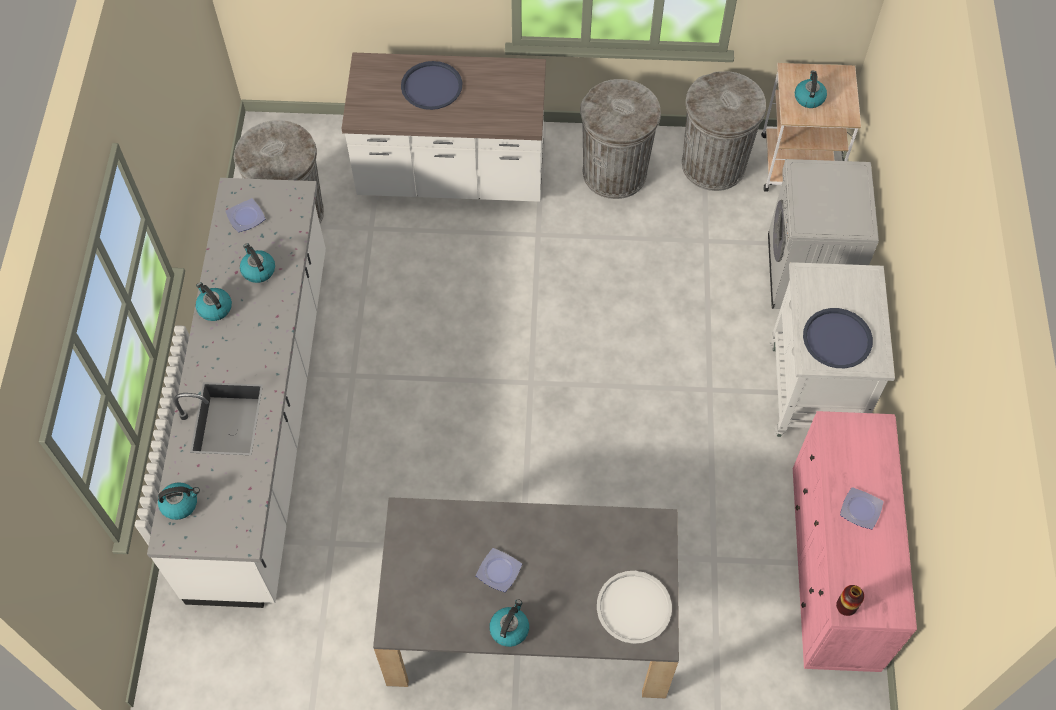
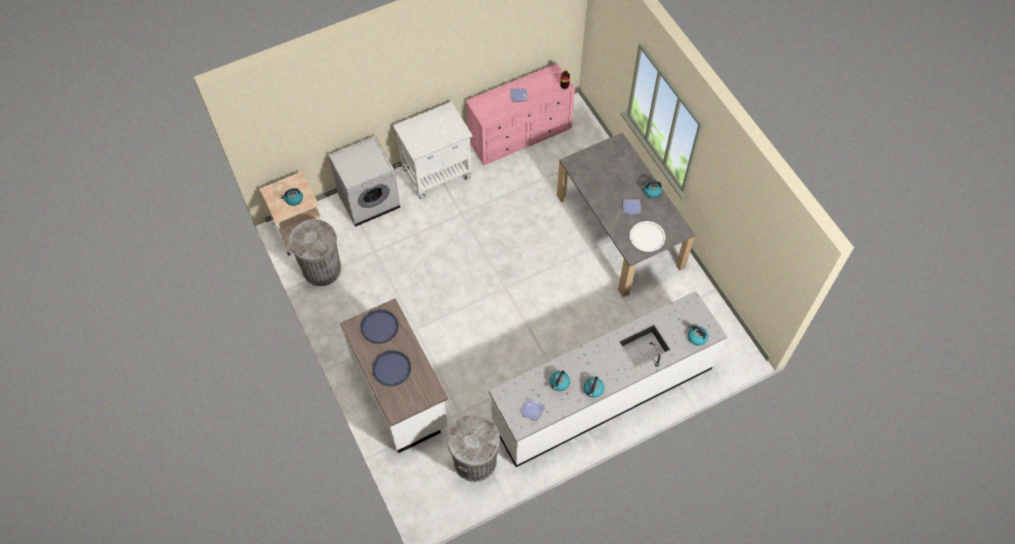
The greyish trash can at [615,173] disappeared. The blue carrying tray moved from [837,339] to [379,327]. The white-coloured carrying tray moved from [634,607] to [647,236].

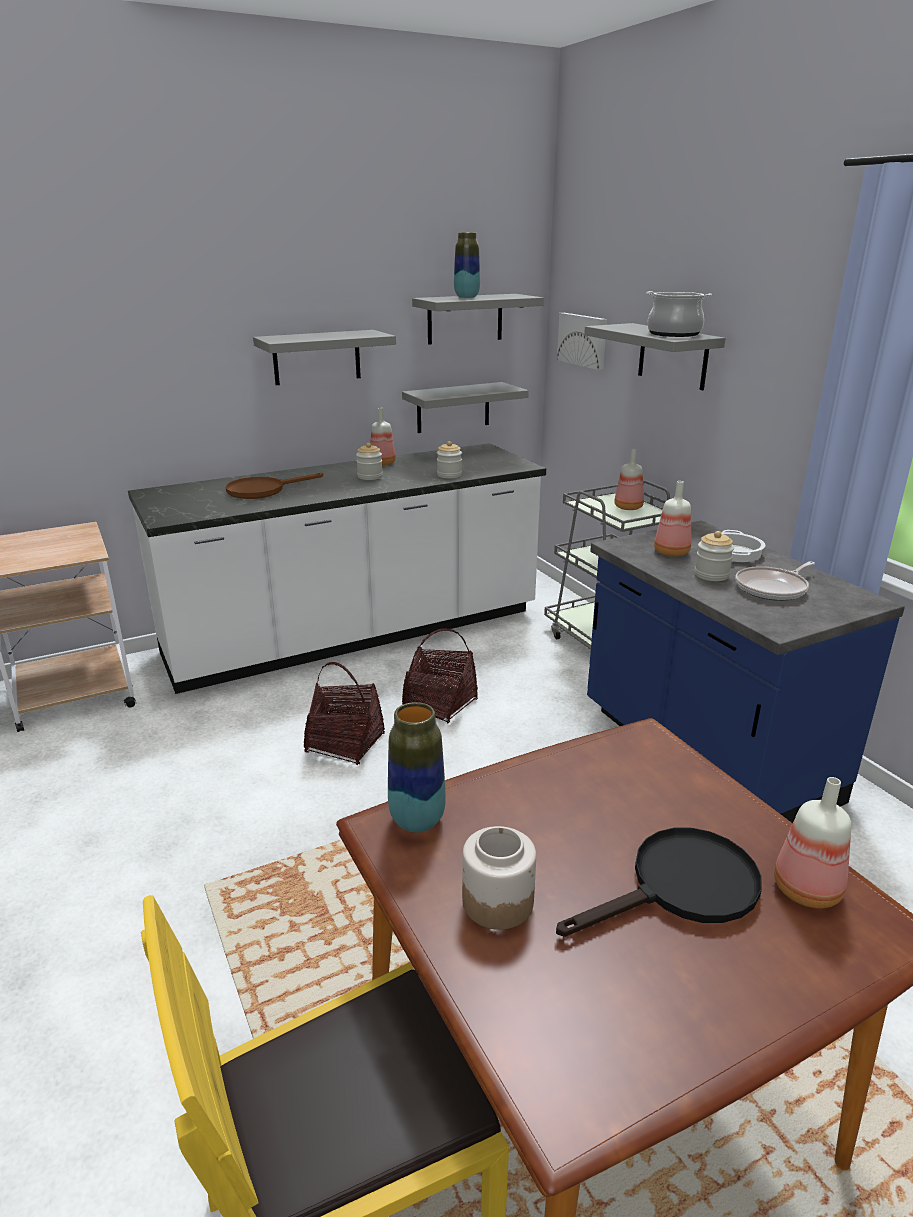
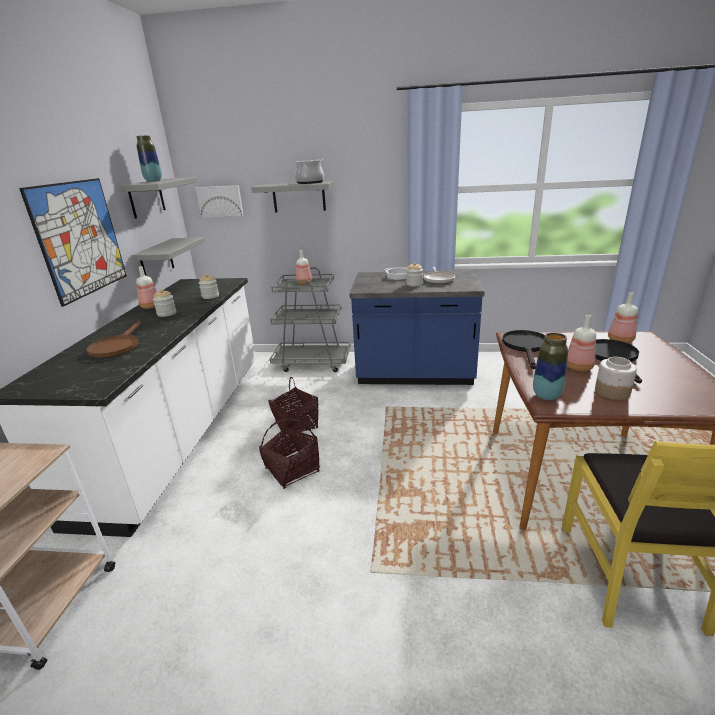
The greyish wall shelf at [317,357] was replaced by the wall picture at [80,239]. The drink bottle moved from [670,552] to [577,367]. The blackish pan at [526,347] appeared.

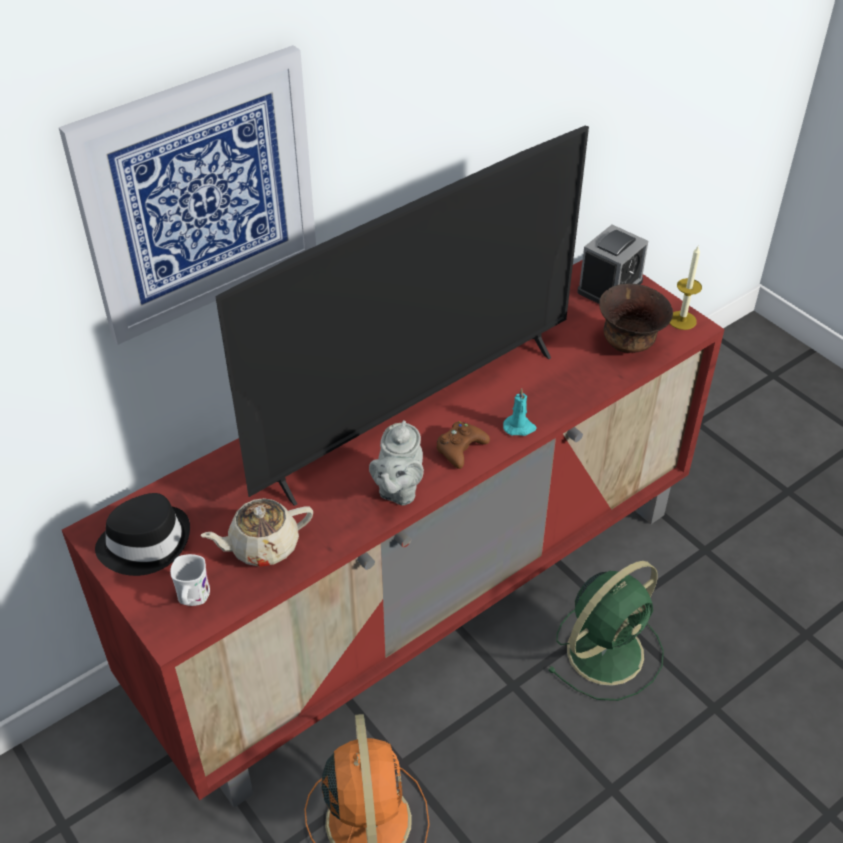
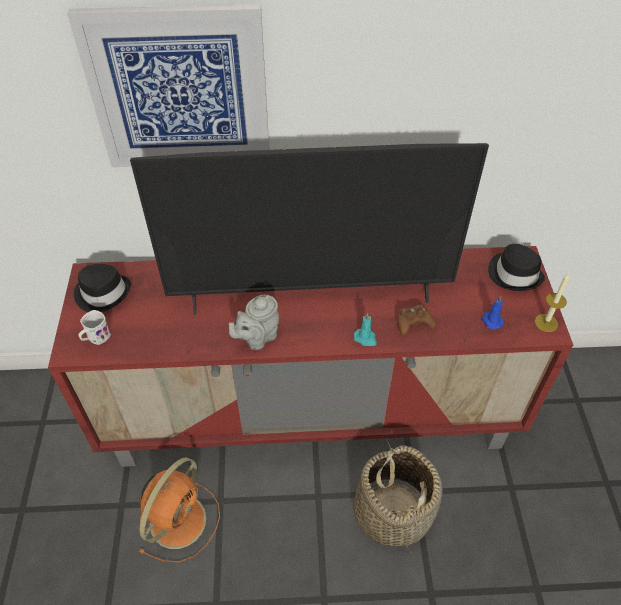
The bedside clock at [610,286] was replaced by the blackish wearable hat at [514,274]. The brown serving bowl at [629,344] was replaced by the blue candle at [491,320]. The brown game controller moved from [460,449] to [413,323]. The sand-coloured tea pot at [262,546] disappeared. The green-coloured cooling fan at [607,650] was replaced by the storage basket at [392,512].

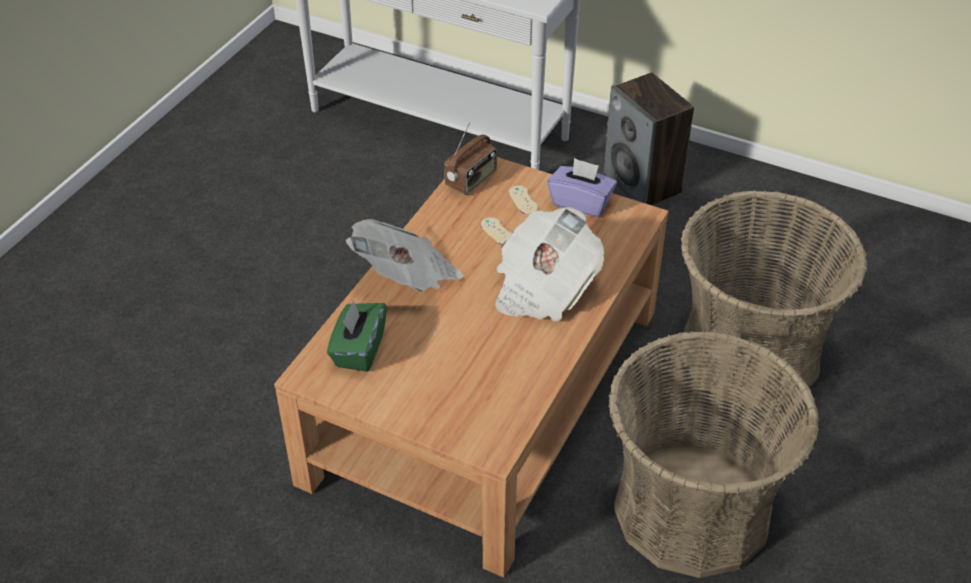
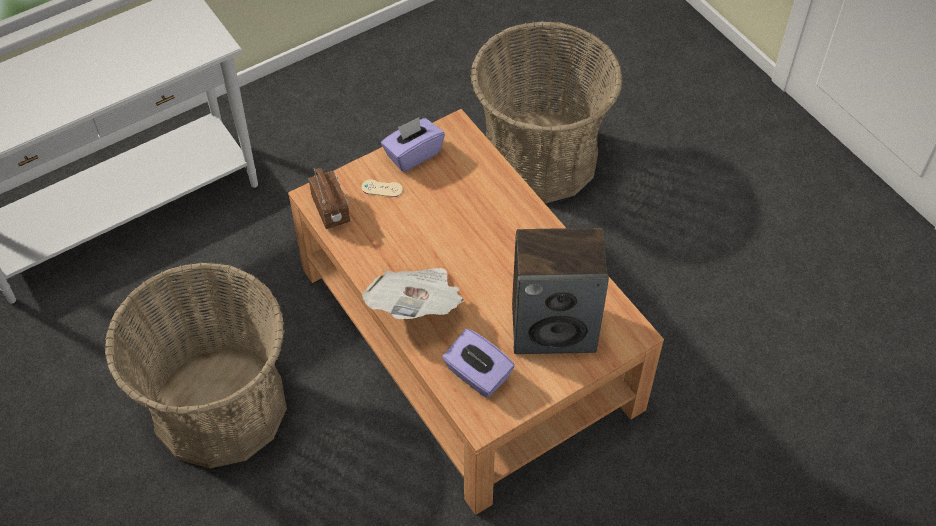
The loudspeaker moved from [643,183] to [554,328]. The printed paper at [543,287] disappeared. The sand-coloured game controller at [498,232] disappeared. The green-coloured box of tissues at [359,350] became the purplish box of tissues at [477,375]. The storage basket moved from [692,510] to [220,407].

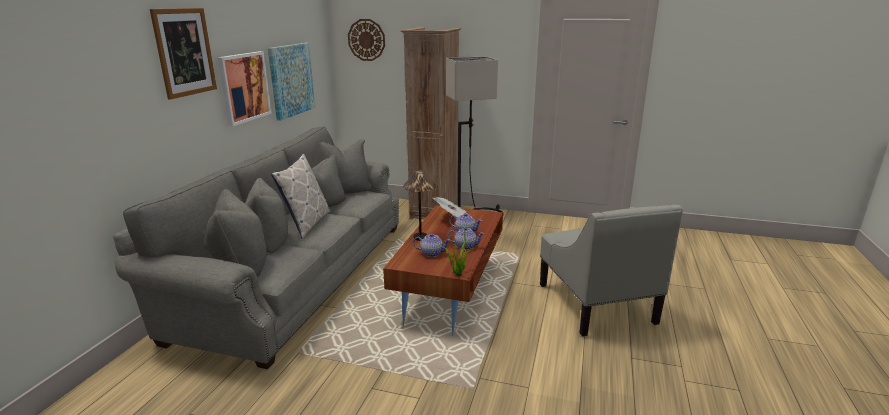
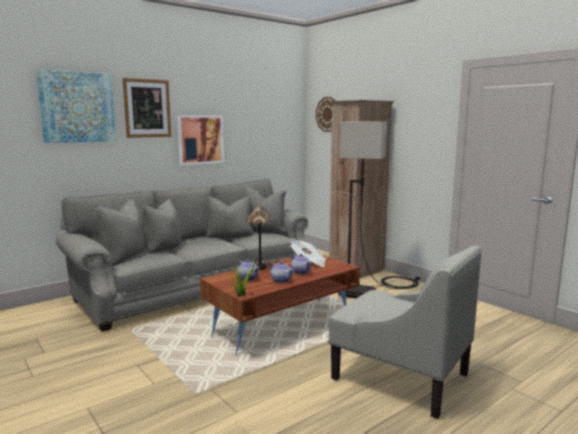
The wall picture moved from [291,80] to [77,107]. The pillow at [306,224] disappeared. The greyish lounge chair at [594,303] turned 75 degrees counterclockwise.

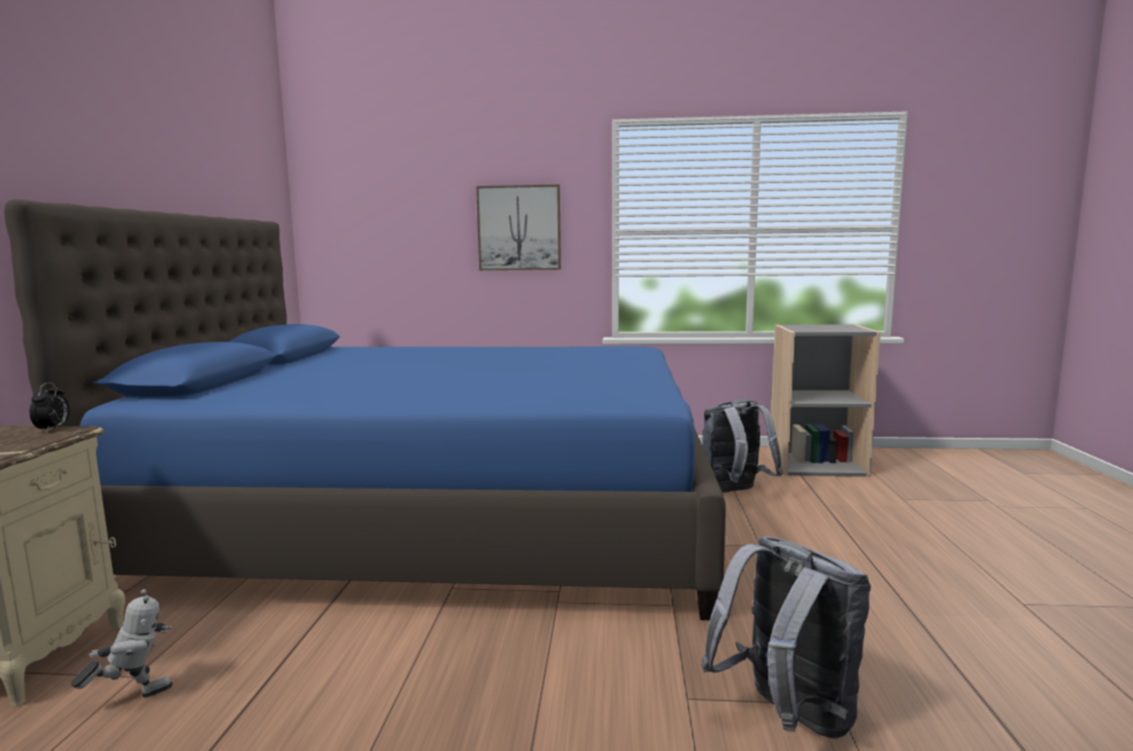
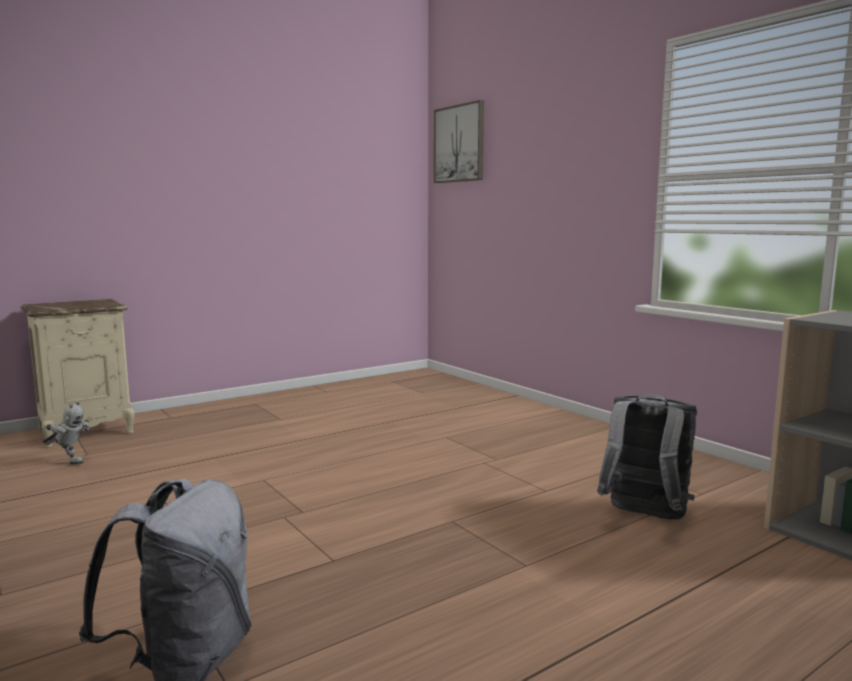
The wall picture moved from [519,228] to [459,143]. The blue bed at [438,520] disappeared. The bedside clock at [53,429] disappeared.

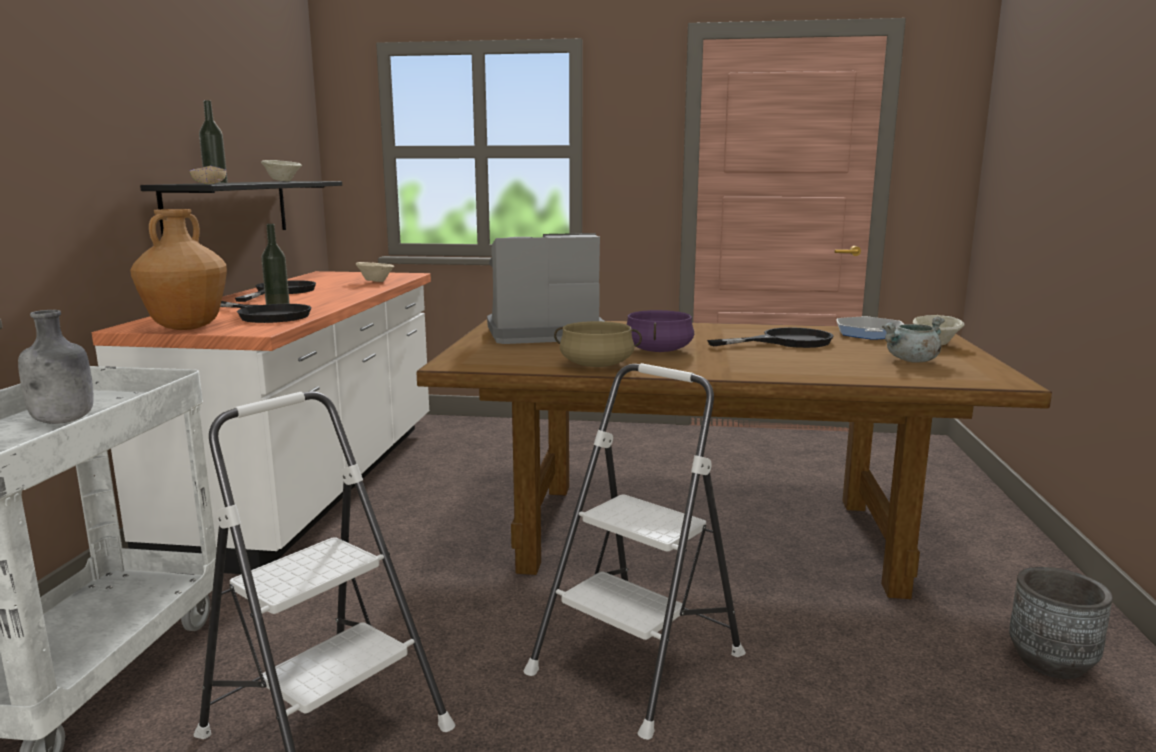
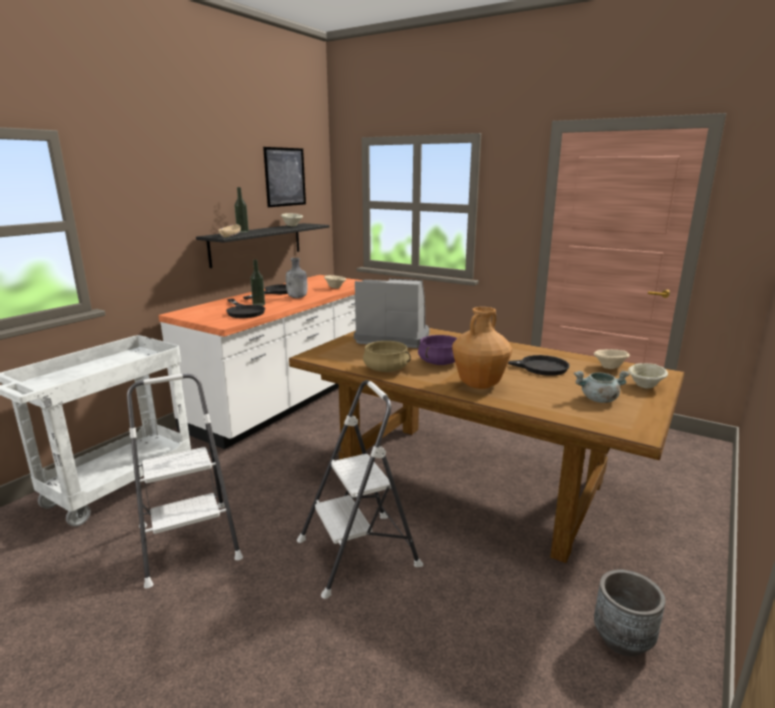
The brown flower vase moved from [186,328] to [479,385]. The greyish drink bottle moved from [64,421] to [297,297]. The pan at [869,333] was replaced by the sand-coloured serving bowl at [609,368]. The wall picture at [285,177] appeared.

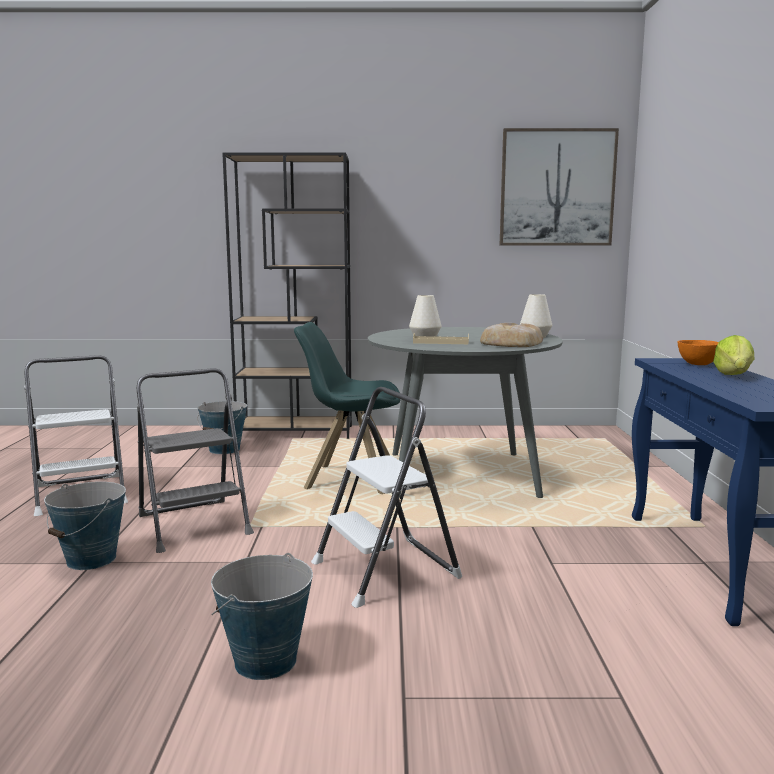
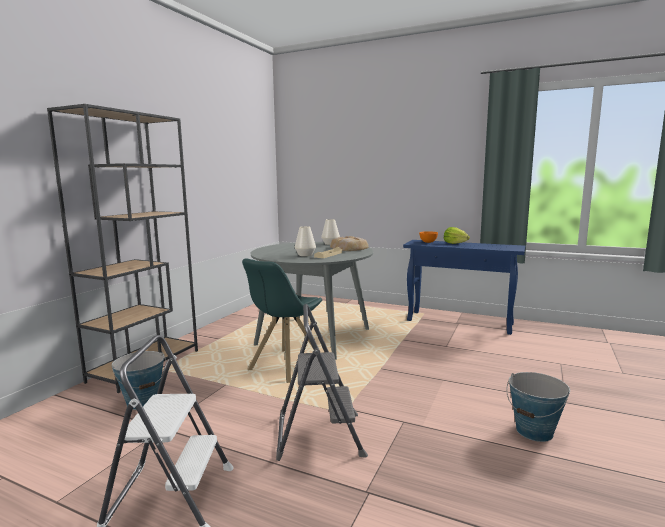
The wall picture at [557,188] disappeared. The white-coloured step stool at [391,569] disappeared. The water bucket at [91,559] disappeared.

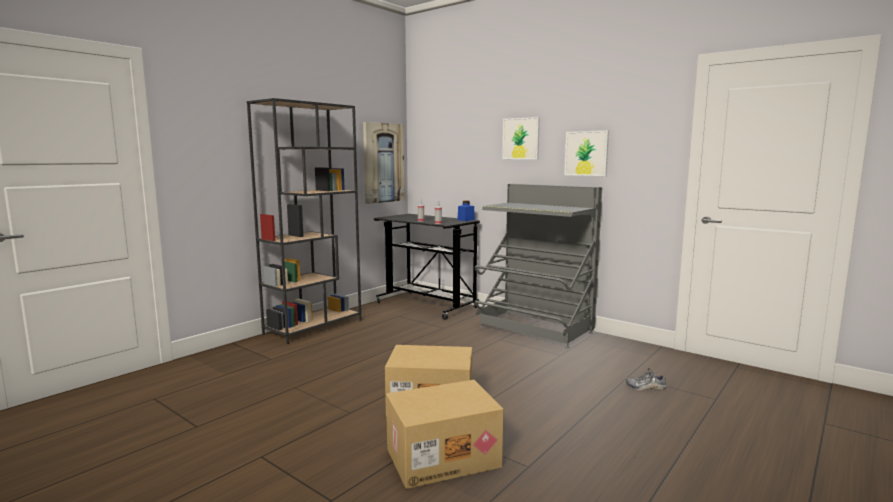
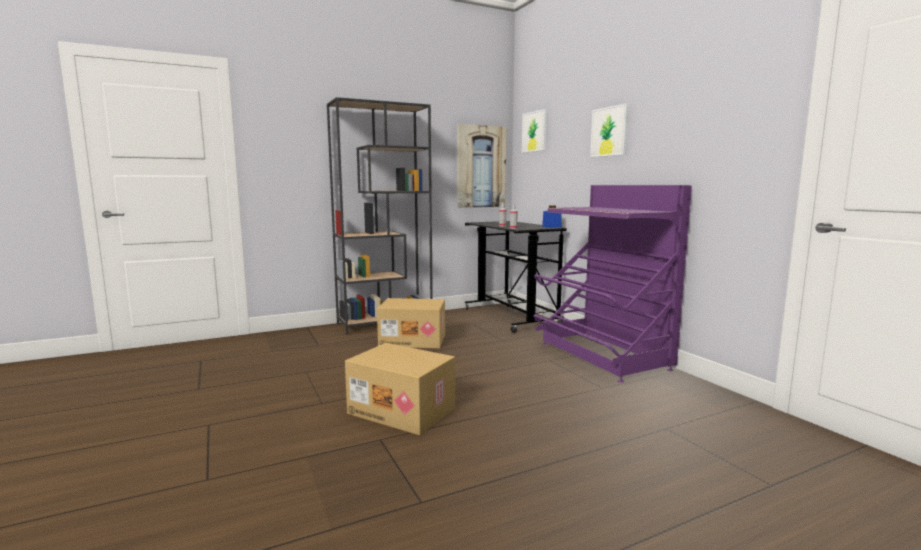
The wall picture moved from [586,153] to [534,131]. The greyish shoe stand at [533,330] became the purplish shoe stand at [598,357]. The low shoe at [645,387] disappeared. The carton moved from [443,457] to [413,340].

